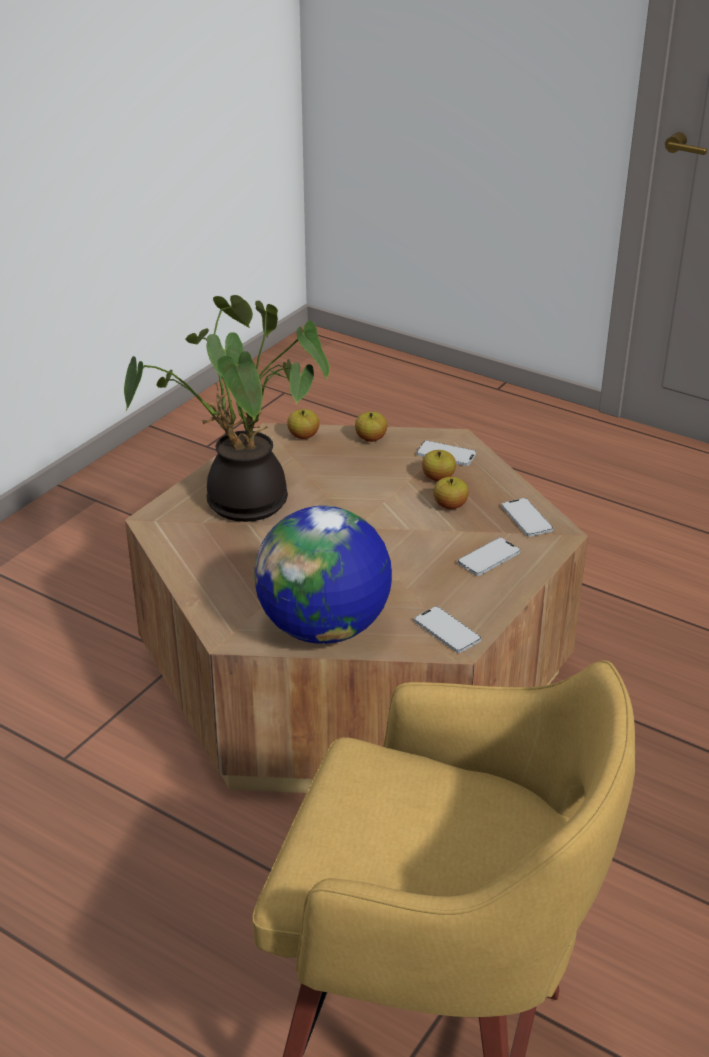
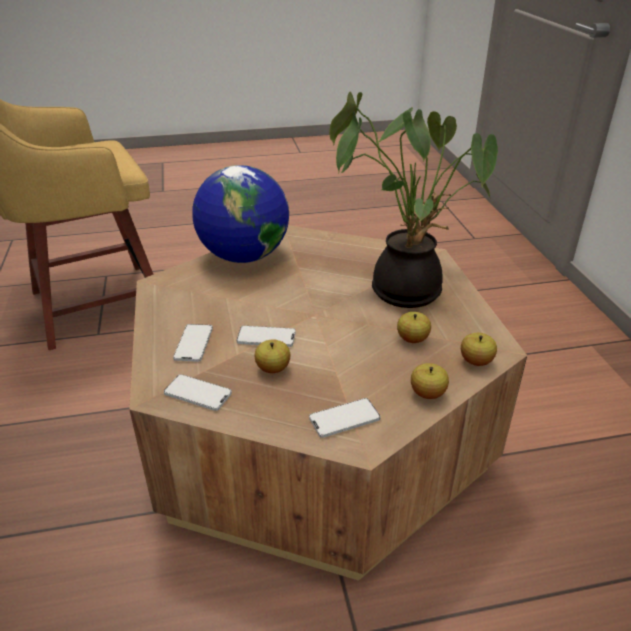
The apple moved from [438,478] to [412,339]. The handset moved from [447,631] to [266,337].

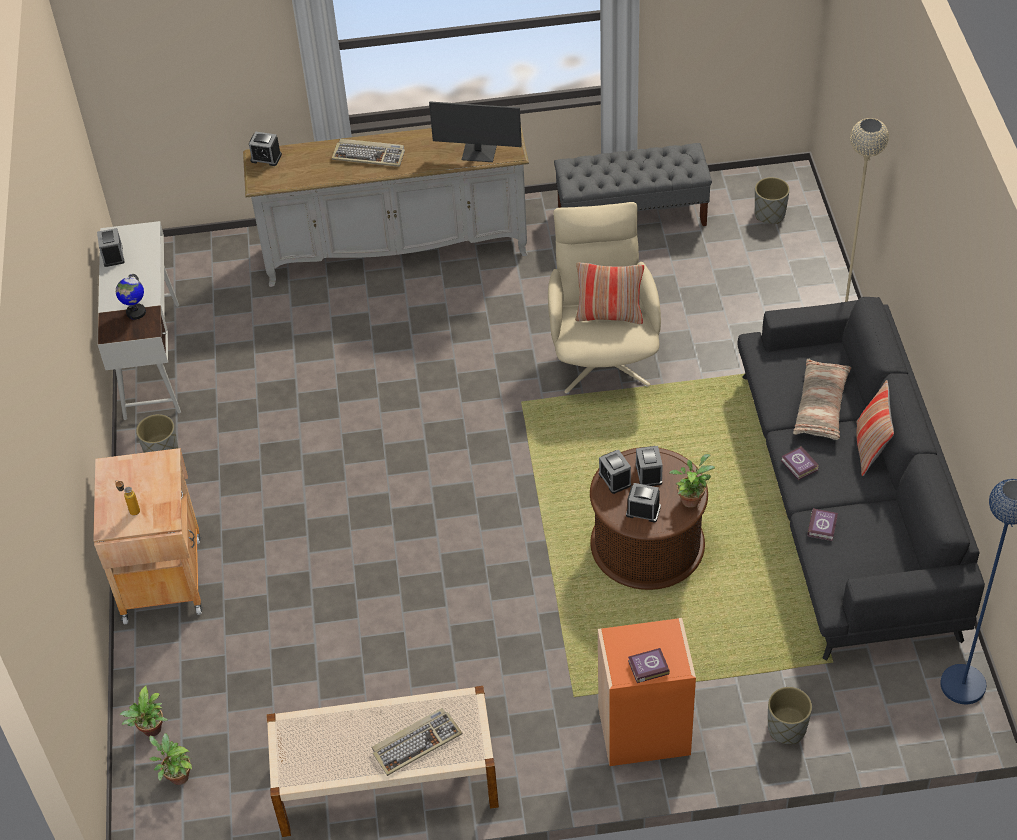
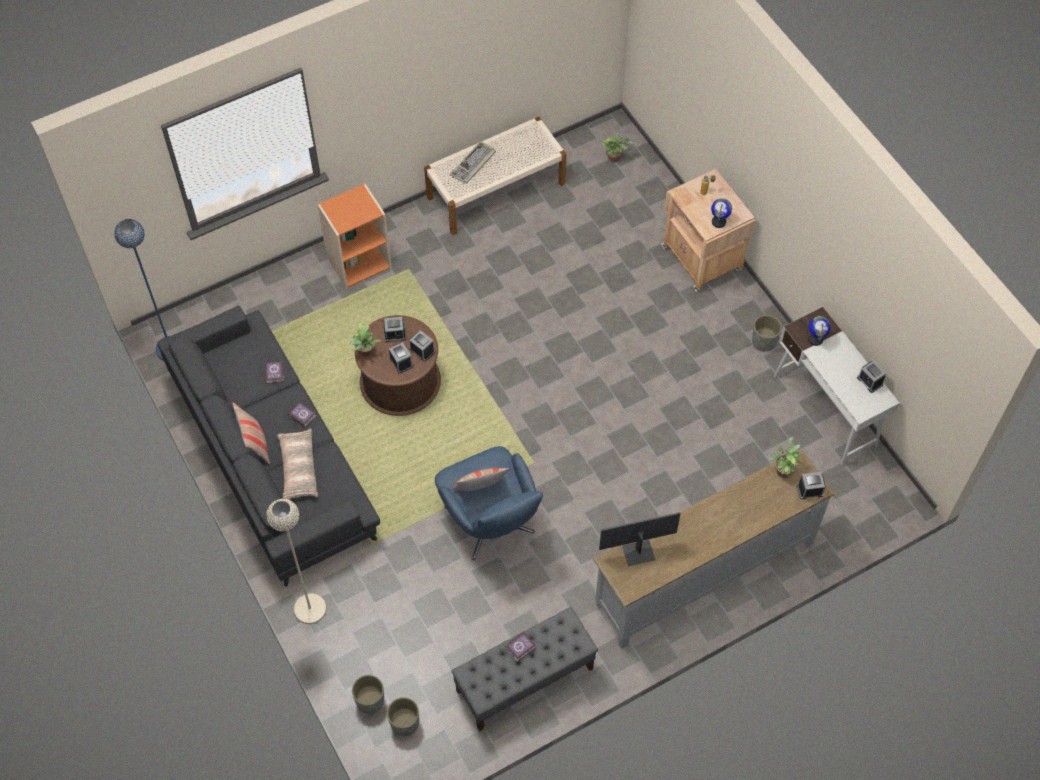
The computer keyboard at [369,155] disappeared. The sand-coloured lounge chair at [603,357] became the blue lounge chair at [490,523]. The book moved from [647,667] to [521,647]. The potted plant moved from [151,731] to [783,470]. The greyish planter moved from [787,729] to [370,700]. The globe at [719,222] appeared.

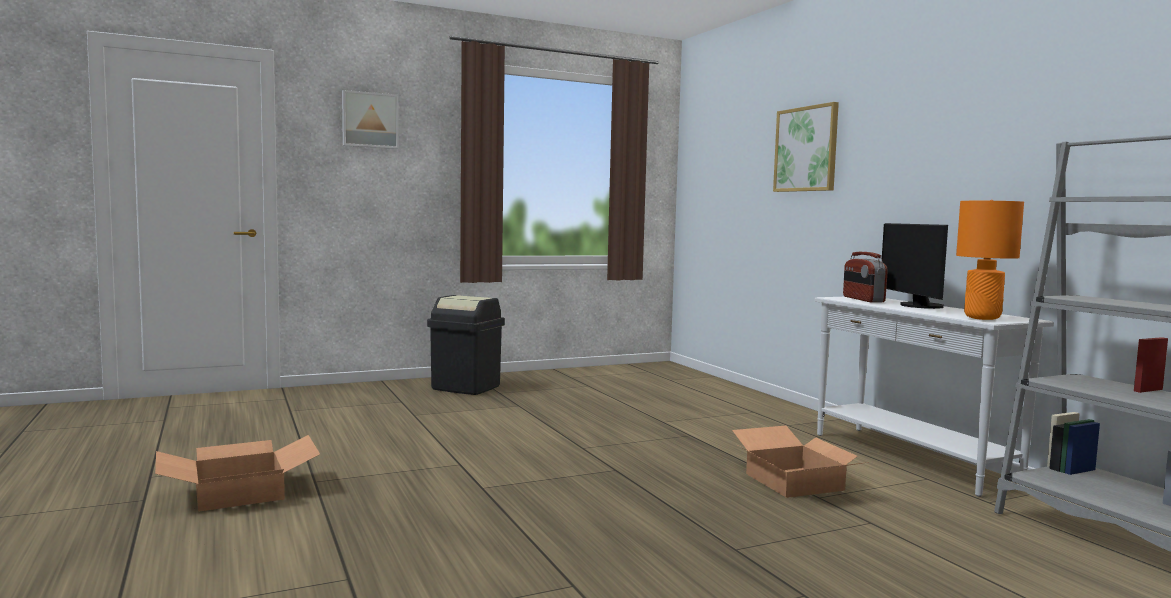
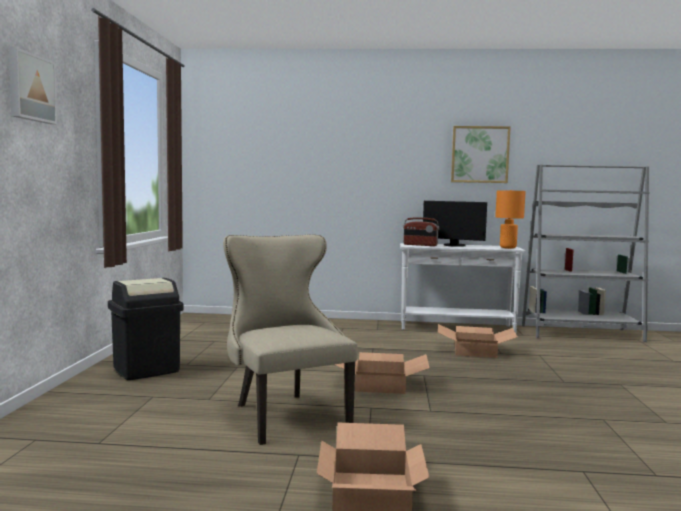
The wall picture moved from [806,149] to [480,154]. The sand-coloured upright chair at [285,414] appeared. The carton at [381,384] appeared.

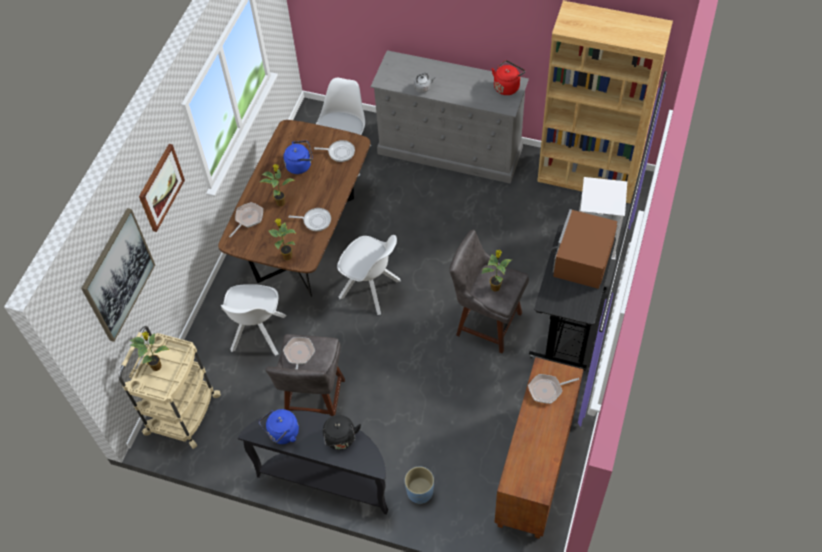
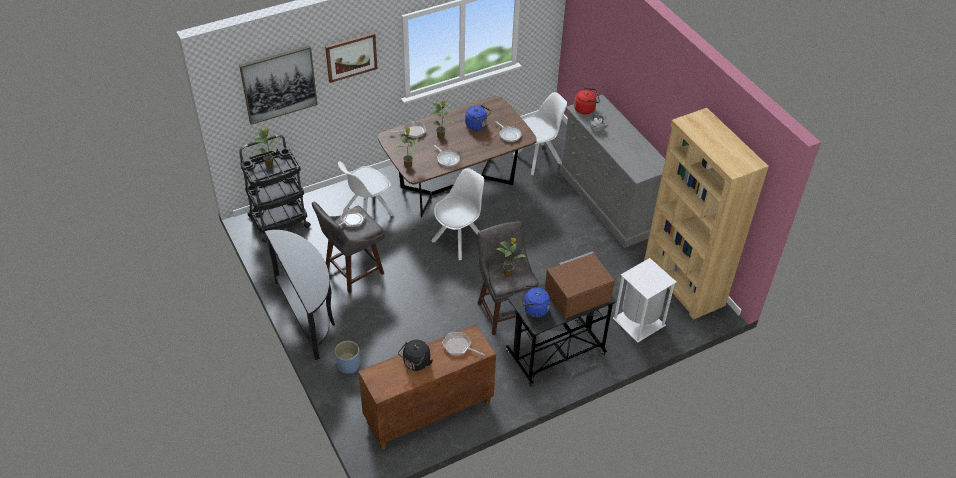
The reddish water kettle moved from [507,86] to [586,109]. The white-coloured upright chair at [371,289] turned 120 degrees counterclockwise. The sand-coloured wheeled cart at [183,414] became the blackish wheeled cart at [279,222]. The blue water kettle moved from [282,434] to [534,309]. The blackish water kettle moved from [341,440] to [416,363].

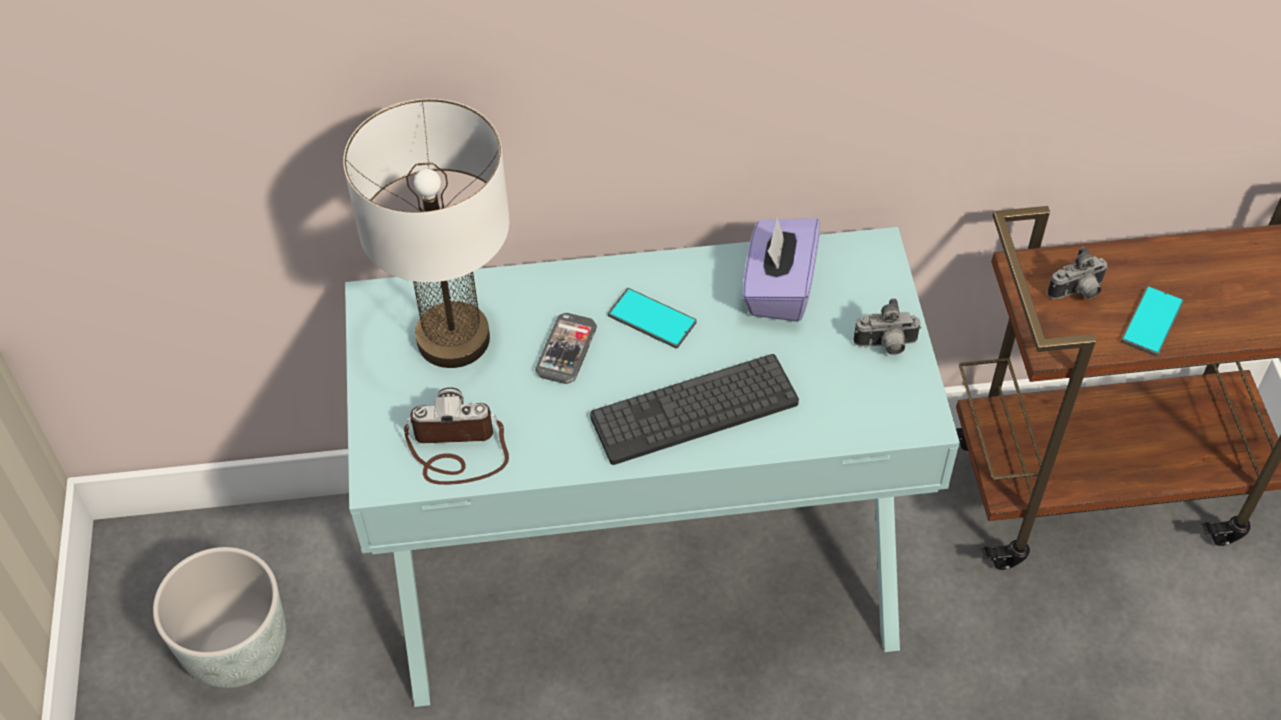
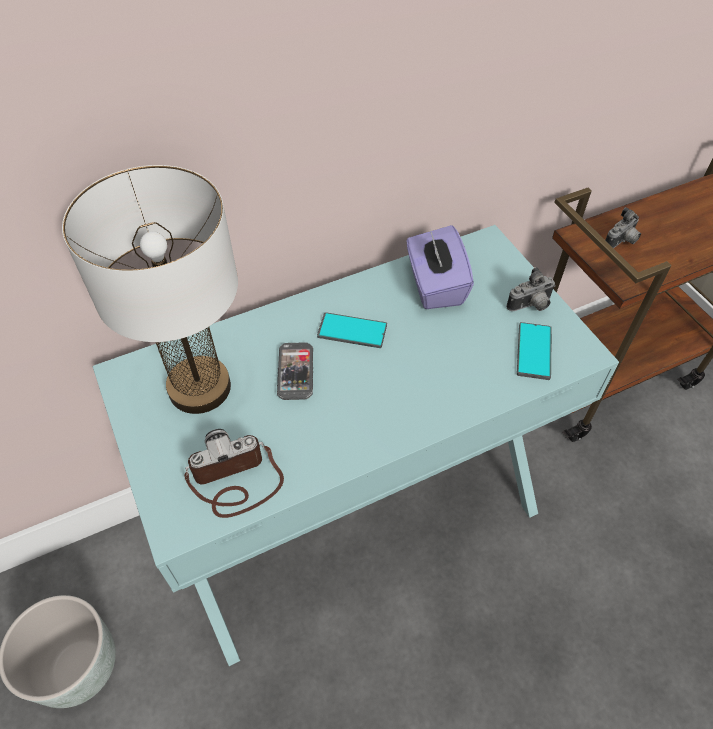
The handset moved from [1152,322] to [534,351]. The computer keyboard at [694,410] disappeared.

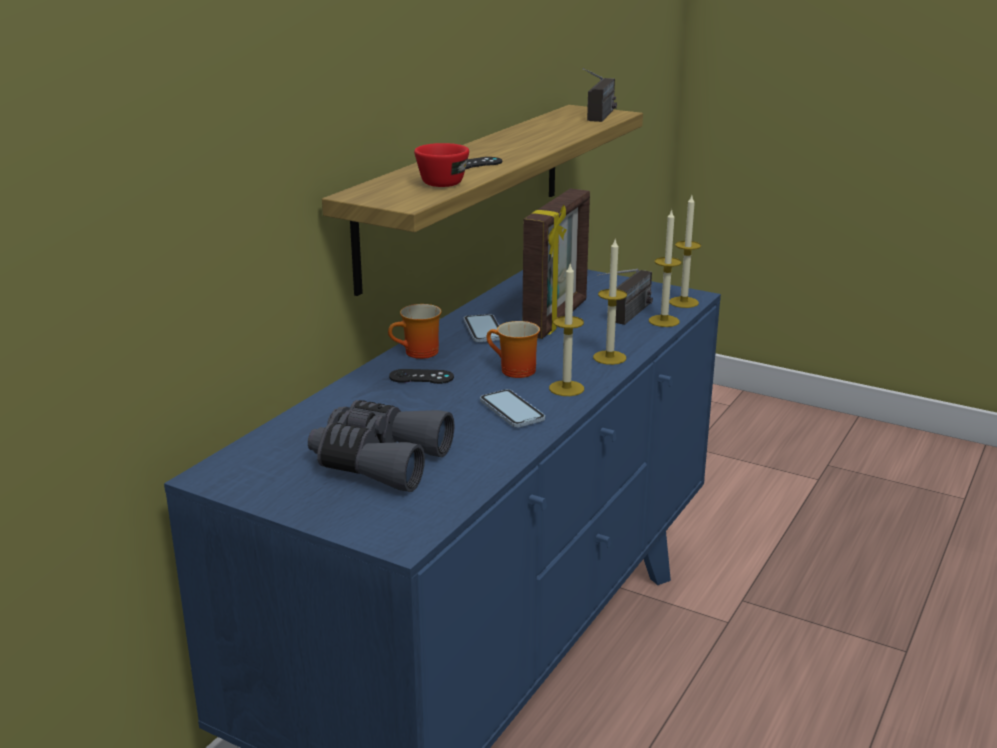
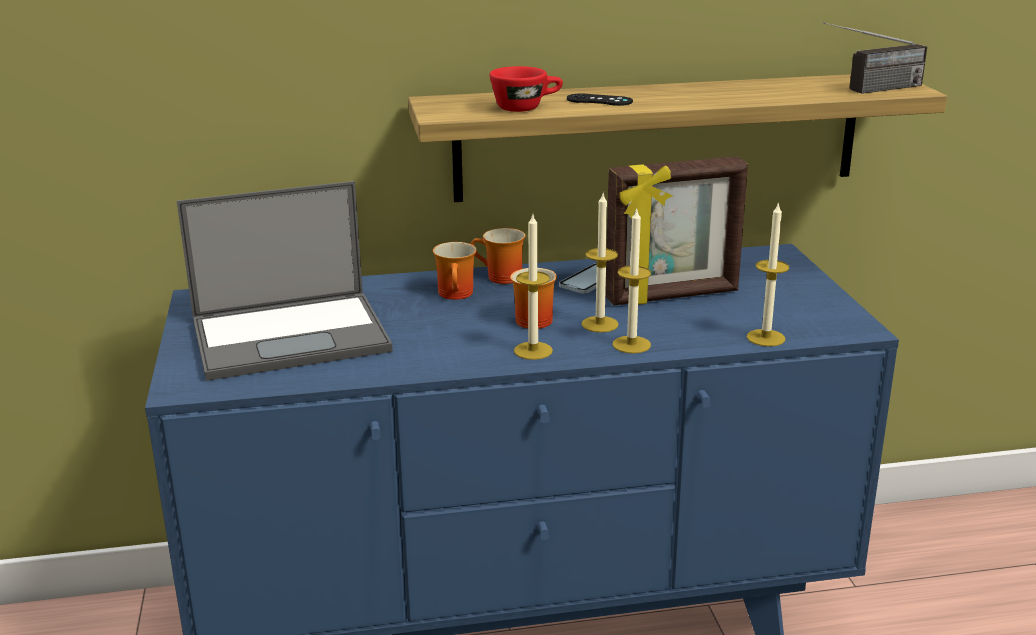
The candle moved from [683,302] to [600,324]. The radio at [624,318] disappeared. The blackish game controller at [421,377] was replaced by the coffee mug at [458,294]. The handset at [511,411] disappeared. The greyish pair of binoculars at [378,461] was replaced by the portable computer at [292,335].

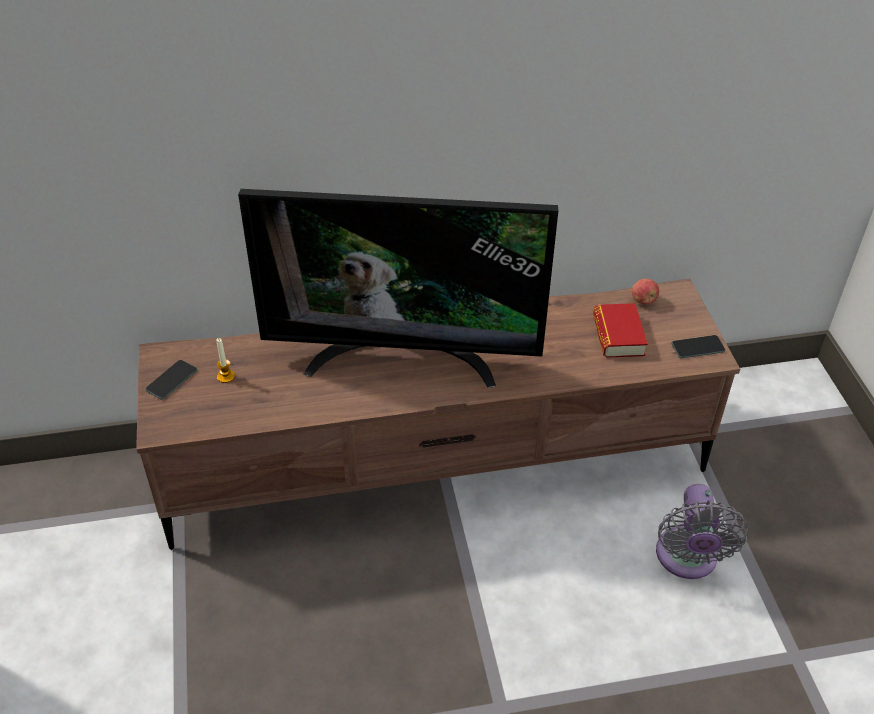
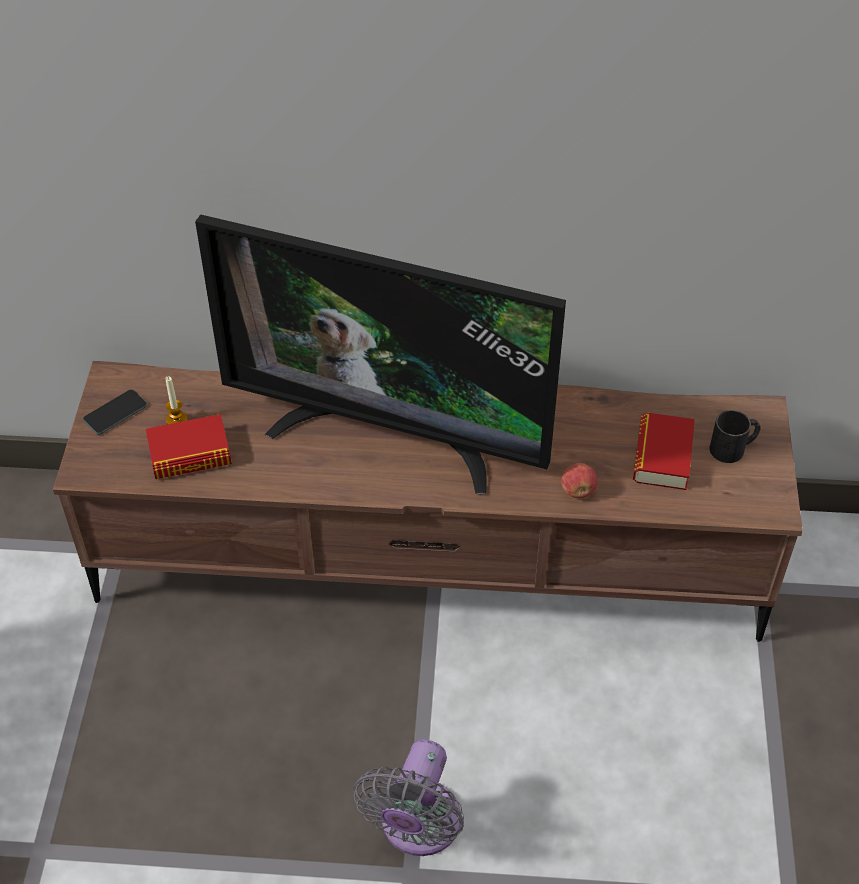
The apple moved from [643,300] to [578,491]. The handset at [698,347] disappeared. The greyish cooling fan moved from [687,559] to [417,827]. The blackish coffee mug at [733,448] appeared. The book at [190,454] appeared.

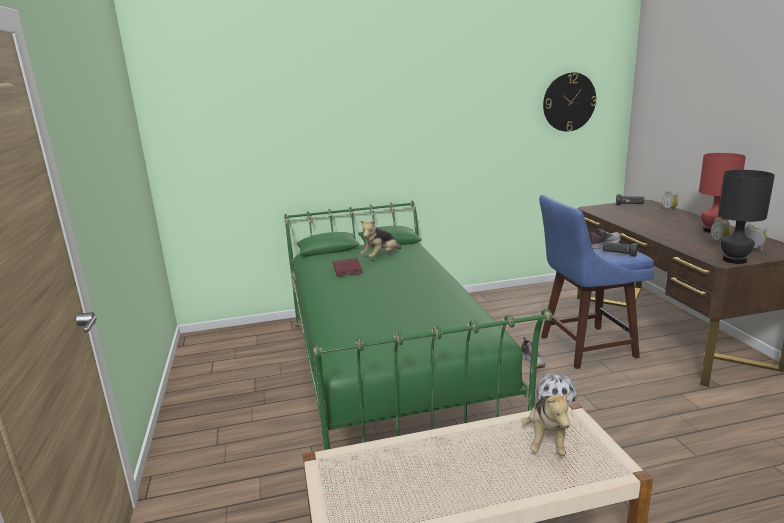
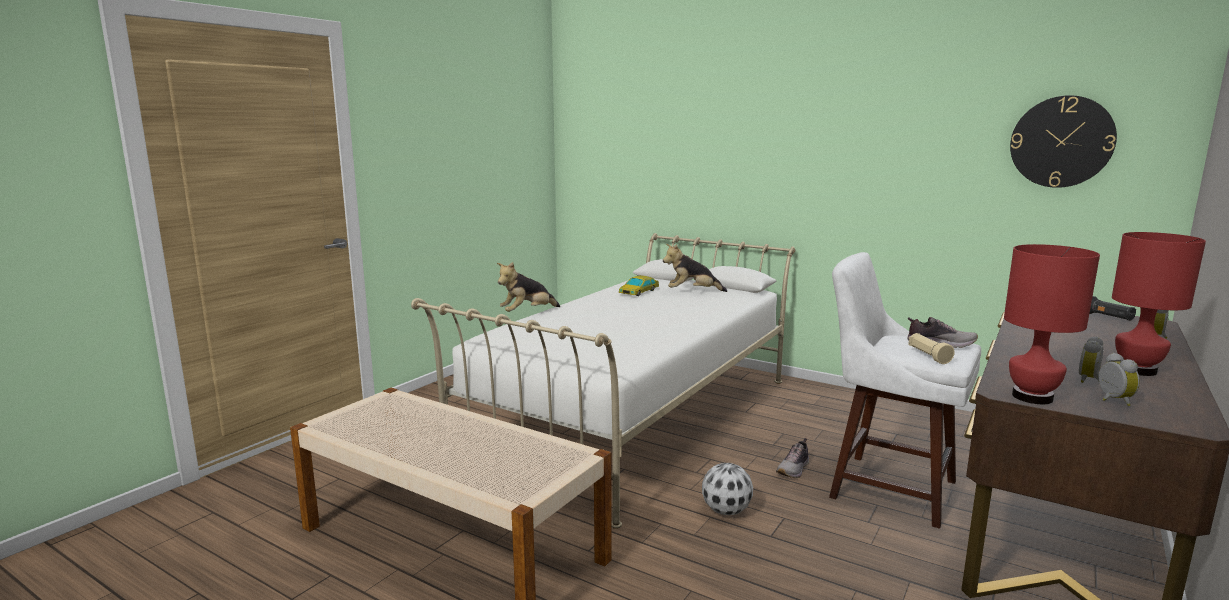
The blackish tabletop lamp at [734,260] became the reddish tabletop lamp at [1032,397]. The blue stool seat at [584,347] became the white-coloured stool seat at [887,487]. The green-coloured bed at [387,378] became the white-coloured bed at [634,419]. The blackish torch at [619,254] became the sand-coloured torch at [928,356]. The reddish book at [347,269] was replaced by the toy car at [639,291]. The plush toy moved from [546,440] to [527,313].

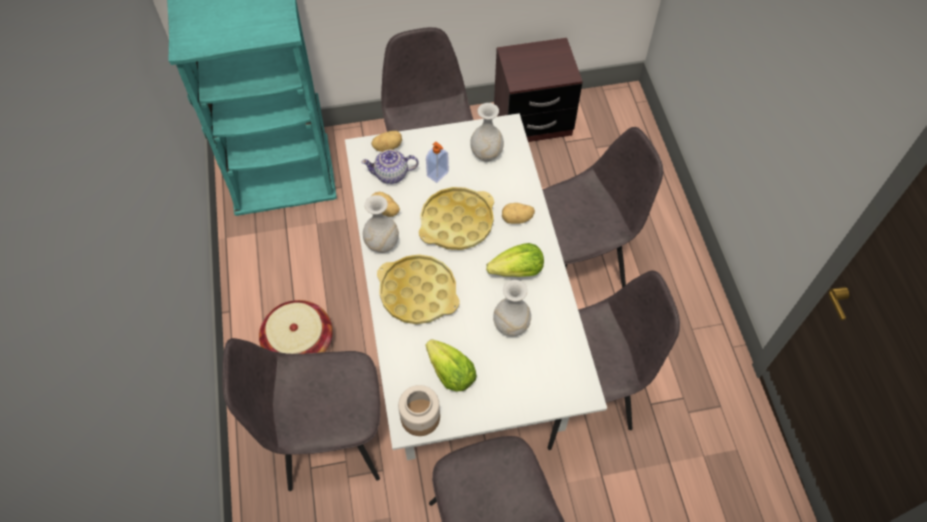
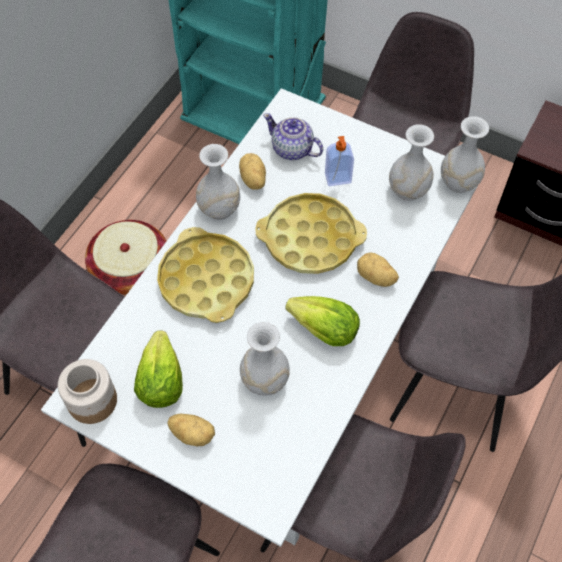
The spud moved from [387,146] to [193,433]. The white-coloured flower vase at [458,182] appeared.

